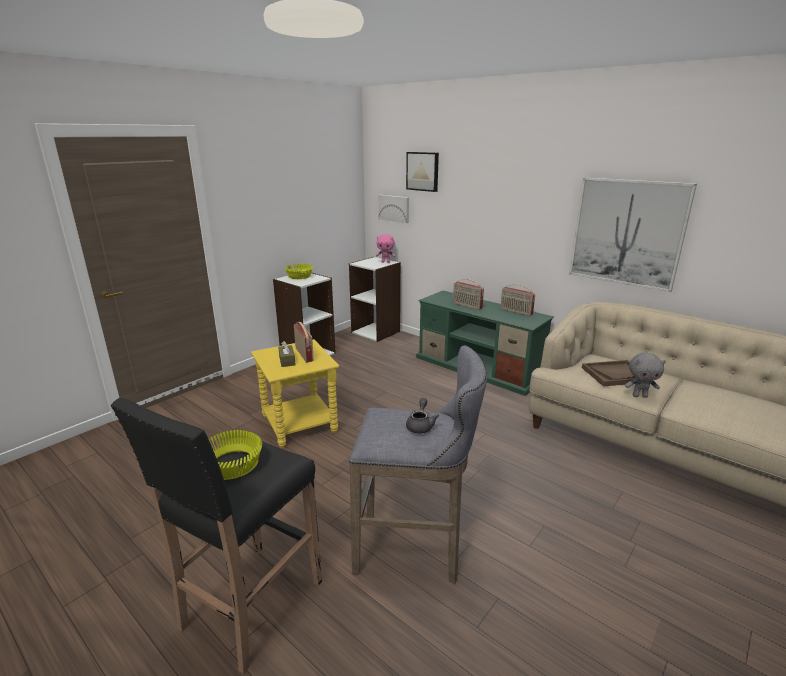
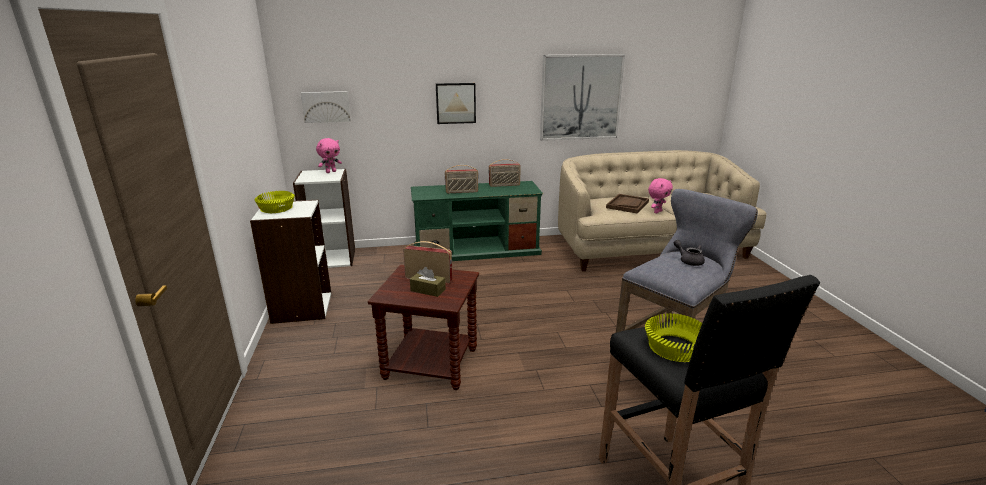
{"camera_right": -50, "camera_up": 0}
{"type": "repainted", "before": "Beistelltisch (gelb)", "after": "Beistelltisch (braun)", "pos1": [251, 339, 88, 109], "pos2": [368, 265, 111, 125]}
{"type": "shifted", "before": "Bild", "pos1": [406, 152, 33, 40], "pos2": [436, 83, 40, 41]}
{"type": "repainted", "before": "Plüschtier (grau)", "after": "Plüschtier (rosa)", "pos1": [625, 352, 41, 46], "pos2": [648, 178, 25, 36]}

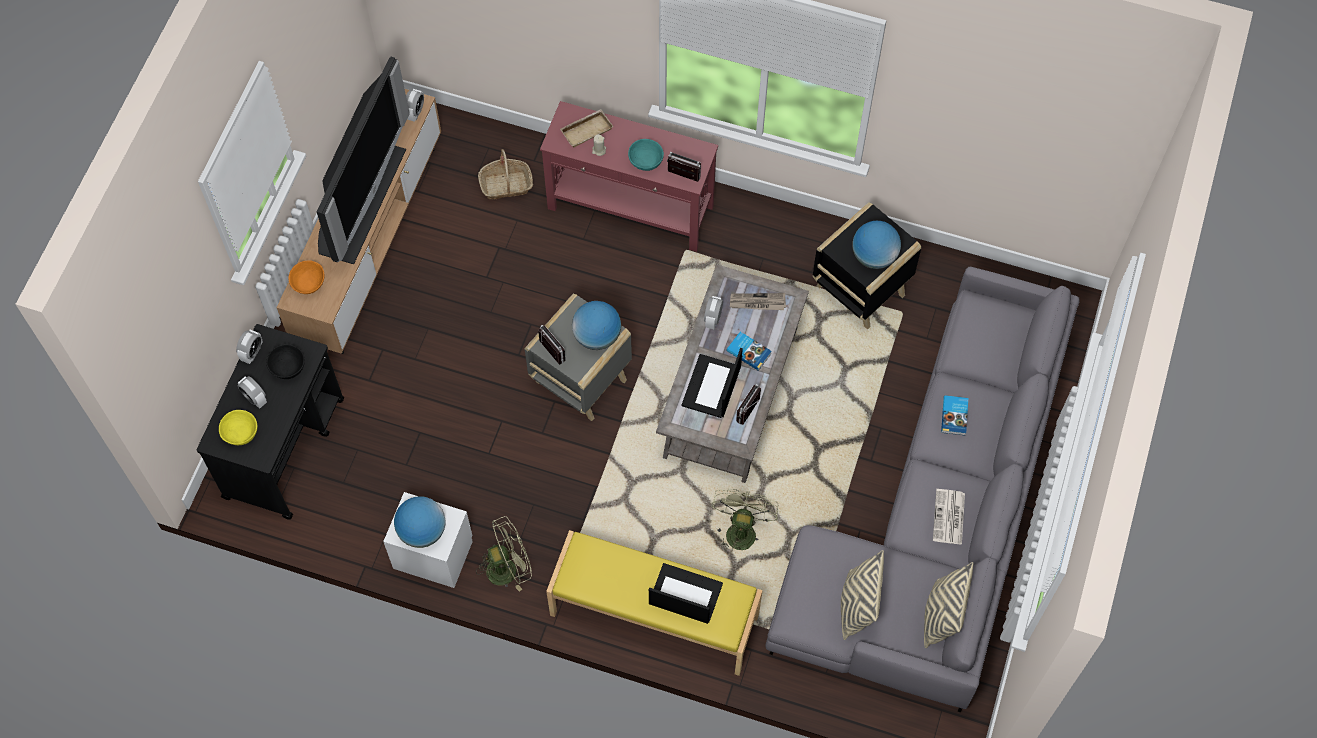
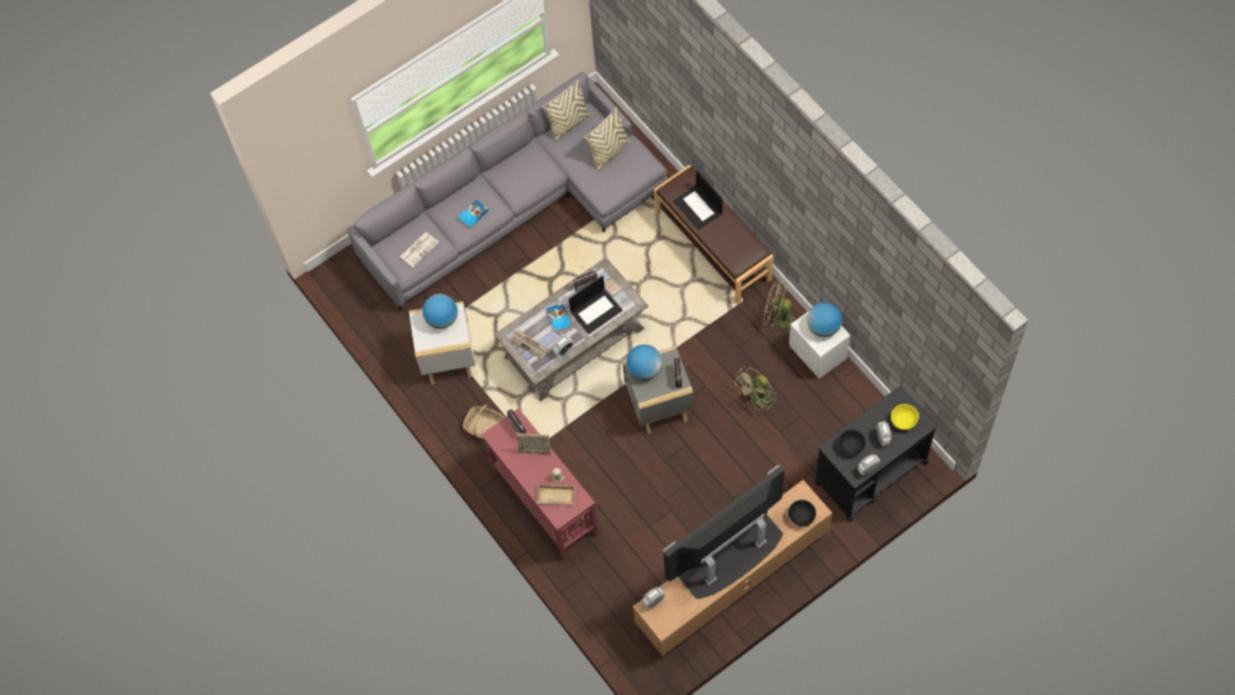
{"camera_right": -140, "camera_up": 0}
{"type": "repainted", "before": "Schüssel (orange)", "after": "Schüssel (schwarz)", "pos1": [289, 260, 35, 34], "pos2": [788, 500, 28, 27]}
{"type": "shifted", "before": "Korb", "pos1": [478, 149, 55, 51], "pos2": [463, 405, 42, 33]}
{"type": "repainted", "before": "Bank (gelb)", "after": "Bank (braun)", "pos1": [546, 530, 217, 146], "pos2": [654, 165, 120, 139]}
{"type": "swapped", "before": "Schüssel (türkis)", "after": "Bilderrahmen", "pos1": [628, 139, 36, 32], "pos2": [516, 433, 35, 21]}
{"type": "shifted", "before": "Ventilator (grün)", "pos1": [711, 489, 67, 63], "pos2": [734, 366, 44, 44]}
{"type": "repainted", "before": "Beistelltisch (schwarz)", "after": "Beistelltisch (weiß)", "pos1": [813, 202, 108, 127], "pos2": [409, 301, 66, 83]}
{"type": "shifted", "before": "Zeitung", "pos1": [933, 489, 32, 56], "pos2": [400, 232, 39, 35]}

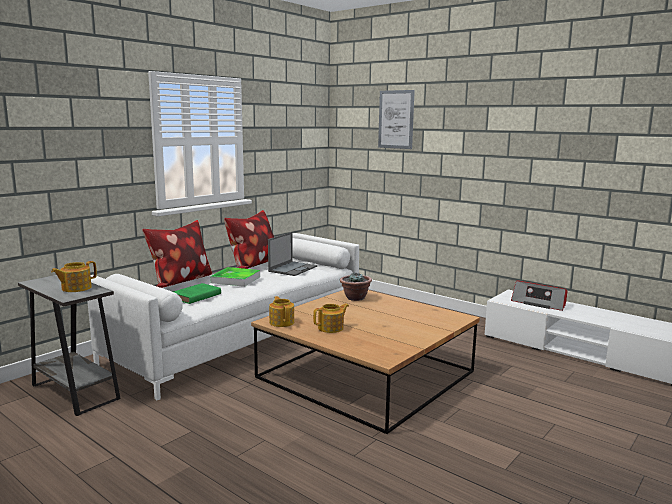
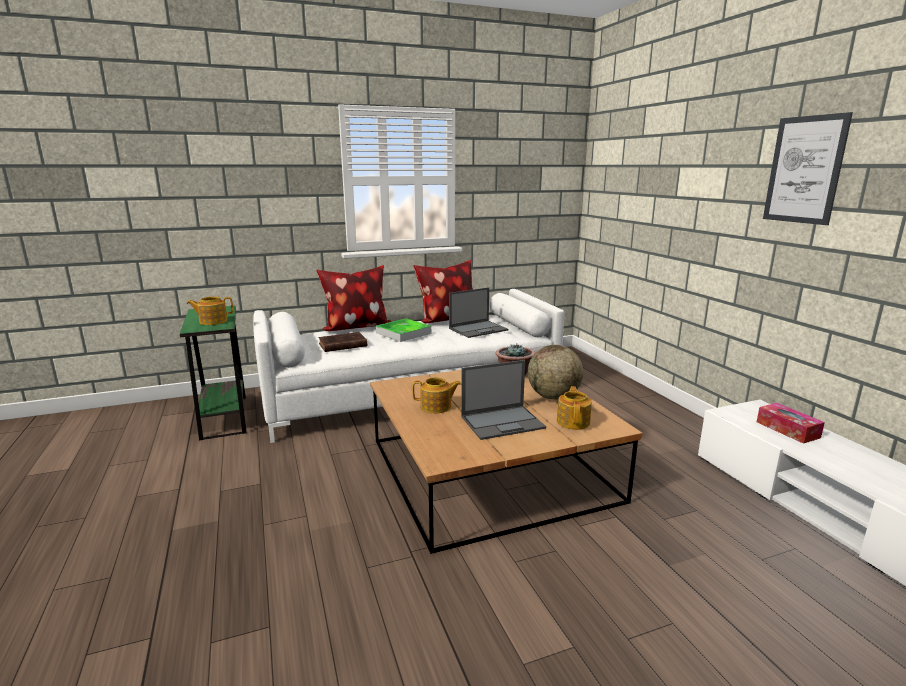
{"camera_right": 30, "camera_up": 5}
{"type": "repainted", "before": "Beistelltisch (grau)", "after": "Beistelltisch (grün)", "pos1": [18, 275, 103, 141], "pos2": [180, 306, 67, 134]}
{"type": "repainted", "before": "Buch (grün)", "after": "Buch (braun)", "pos1": [173, 283, 48, 21], "pos2": [319, 332, 48, 20]}
{"type": "shifted", "before": "Teekanne", "pos1": [269, 296, 25, 31], "pos2": [557, 386, 35, 44]}
{"type": "shifted", "before": "Bild", "pos1": [378, 90, 37, 59], "pos2": [763, 112, 90, 113]}
{"type": "swapped", "before": "Radio", "after": "Taschentuchbox", "pos1": [511, 280, 57, 31], "pos2": [757, 403, 68, 41]}
{"type": "new", "after": "Laptop", "pos2": [461, 360, 85, 80]}
{"type": "new", "after": "Globus", "pos2": [528, 345, 55, 55]}

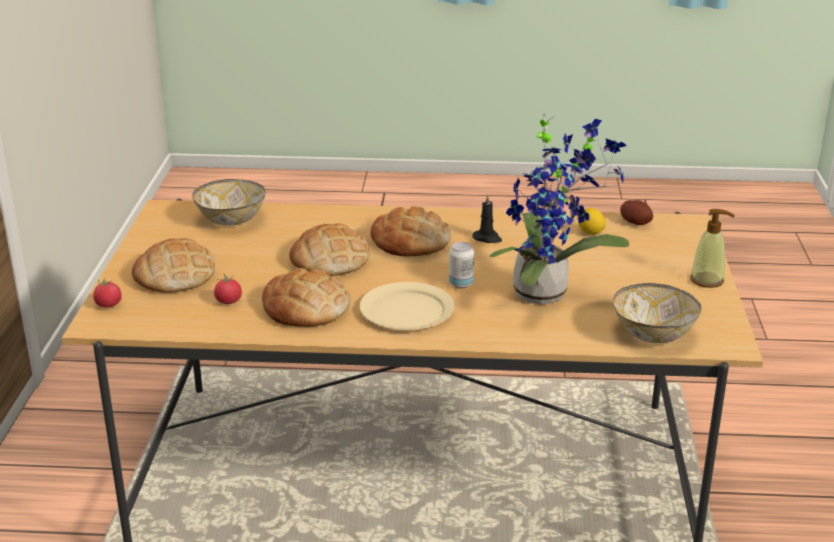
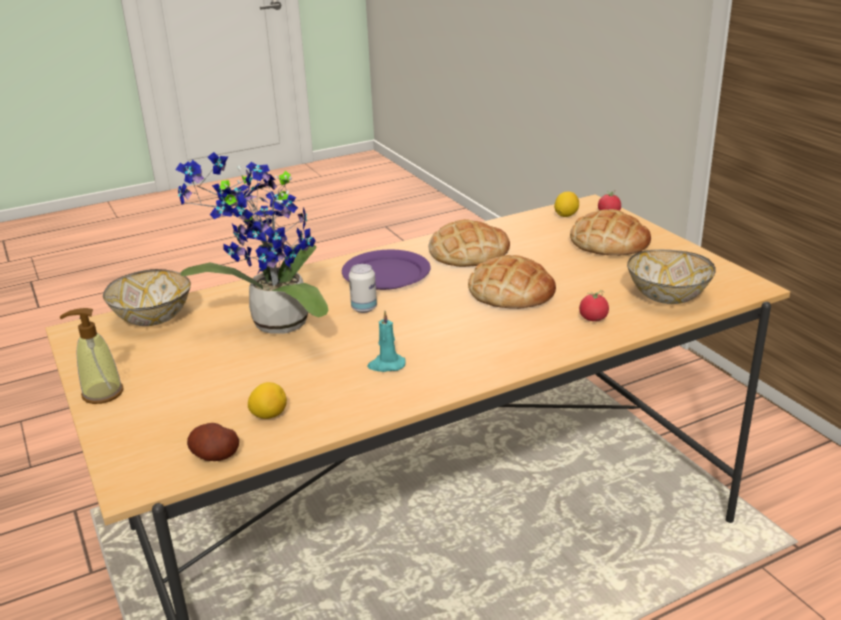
{"camera_right": 150, "camera_up": 0}
{"type": "shifted", "before": "Tomate", "pos1": [214, 274, 28, 30], "pos2": [579, 290, 30, 31]}
{"type": "repainted", "before": "Teller (beige)", "after": "Teller (lila)", "pos1": [360, 282, 94, 48], "pos2": [342, 250, 89, 40]}
{"type": "gone", "before": "Brot", "pos1": [370, 206, 81, 50]}
{"type": "repainted", "before": "Kerze (schwarz)", "after": "Kerze (türkis)", "pos1": [472, 194, 30, 49], "pos2": [367, 311, 39, 61]}
{"type": "new", "after": "Zitrone", "pos2": [554, 191, 25, 26]}

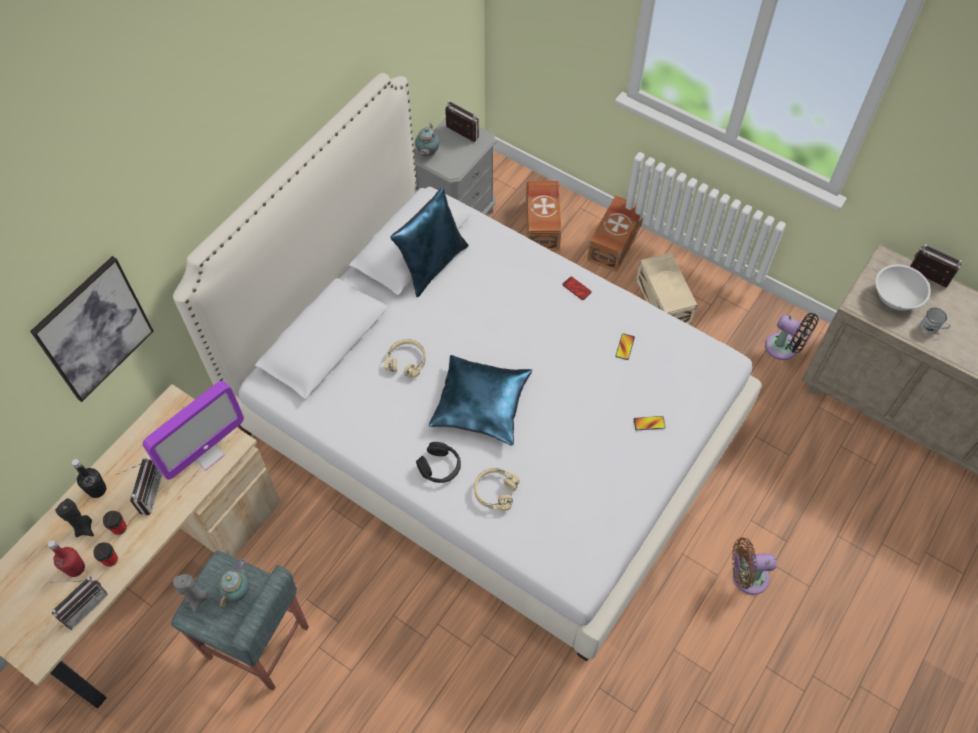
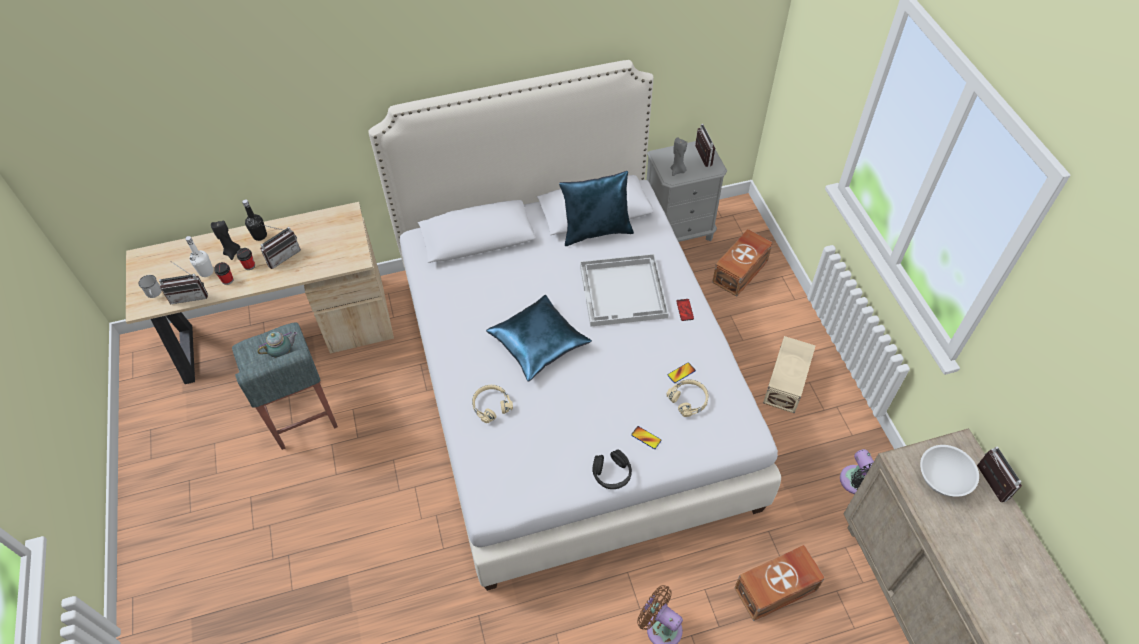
{"camera_right": 40, "camera_up": -5}
{"type": "gone", "before": "Bild", "pos1": [30, 256, 124, 146]}
{"type": "repainted", "before": "Flasche (rot)", "after": "Flasche (weiß)", "pos1": [47, 540, 38, 37], "pos2": [185, 236, 29, 41]}
{"type": "gone", "before": "Monitor", "pos1": [143, 381, 101, 99]}
{"type": "shifted", "before": "Kerze (grau)", "pos1": [173, 574, 35, 39], "pos2": [671, 137, 16, 39]}
{"type": "shifted", "before": "Kopfhörer (beige)", "pos1": [384, 339, 42, 39], "pos2": [666, 379, 43, 38]}
{"type": "gone", "before": "Teekanne", "pos1": [415, 123, 25, 33]}
{"type": "shifted", "before": "Kopfhörer (schwarz)", "pos1": [416, 442, 45, 41], "pos2": [592, 449, 40, 40]}
{"type": "shifted", "before": "Aufbewahrungsbox (braun)", "pos1": [587, 195, 56, 77], "pos2": [735, 545, 90, 76]}
{"type": "shifted", "before": "Henkelbecher (weiß)", "pos1": [921, 308, 30, 26], "pos2": [138, 275, 24, 23]}
{"type": "new", "after": "Tablett (weiß)", "pos2": [580, 254, 89, 73]}

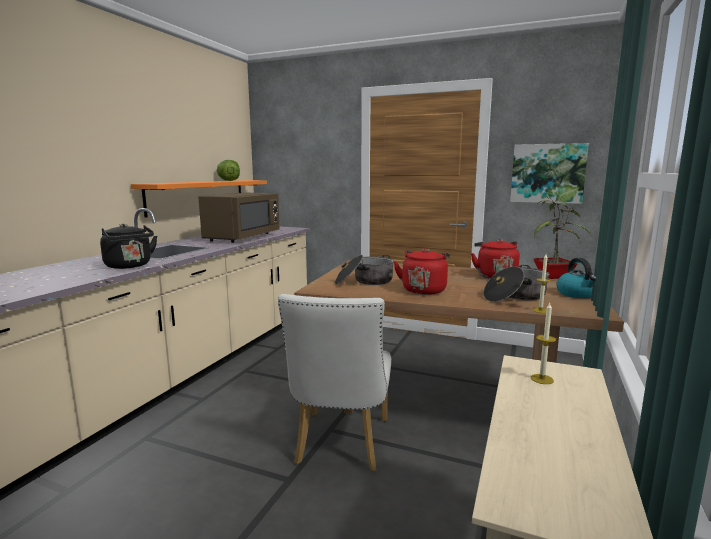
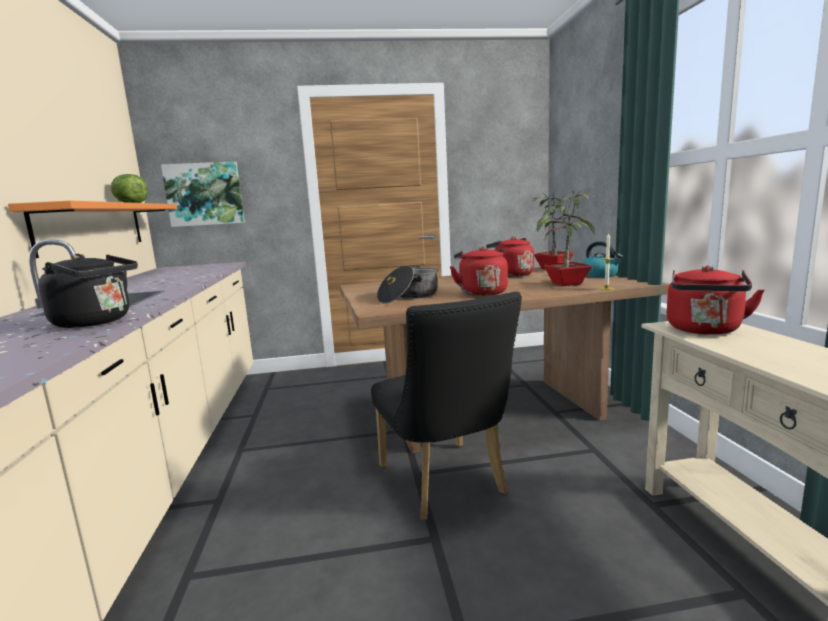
{"camera_right": -30, "camera_up": 0}
{"type": "gone", "before": "Mikrowelle (braun)", "pos1": [199, 193, 80, 50]}
{"type": "repainted", "before": "Stuhl (weiß)", "after": "Stuhl (schwarz)", "pos1": [278, 294, 113, 177], "pos2": [371, 292, 151, 228]}
{"type": "swapped", "before": "Kochtopf", "after": "Topfpflanze", "pos1": [483, 265, 67, 37], "pos2": [535, 189, 62, 97]}
{"type": "shifted", "before": "Bild", "pos1": [510, 143, 79, 61], "pos2": [161, 161, 84, 66]}
{"type": "swapped", "before": "Kerze", "after": "Wasserkessel (rot)", "pos1": [531, 303, 25, 81], "pos2": [667, 265, 98, 70]}

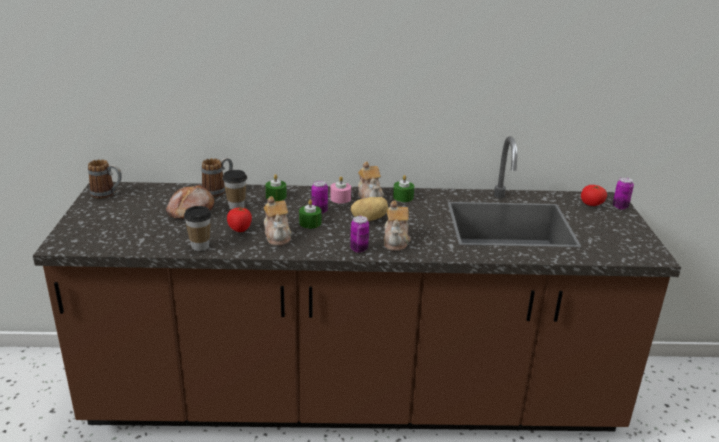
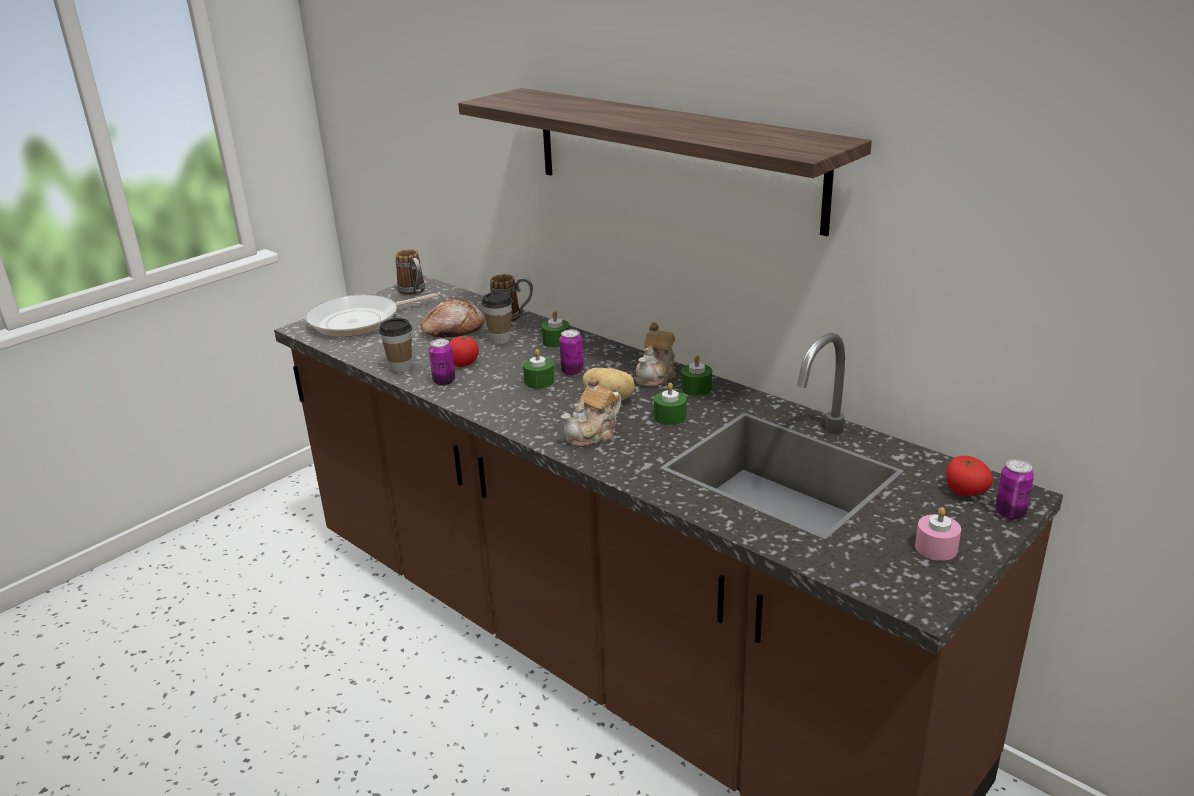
{"camera_right": 45, "camera_up": 0}
{"type": "gone", "before": "Teekanne", "pos1": [264, 196, 27, 50]}
{"type": "shifted", "before": "Kerze (rosa)", "pos1": [330, 176, 21, 28], "pos2": [915, 507, 46, 54]}
{"type": "shifted", "before": "Dose", "pos1": [350, 216, 19, 37], "pos2": [429, 339, 26, 47]}
{"type": "new", "after": "Pfanne", "pos2": [306, 292, 135, 45]}
{"type": "new", "after": "Wandregal", "pos2": [458, 88, 414, 148]}
{"type": "new", "after": "Kerze (grün)", "pos2": [654, 382, 33, 43]}

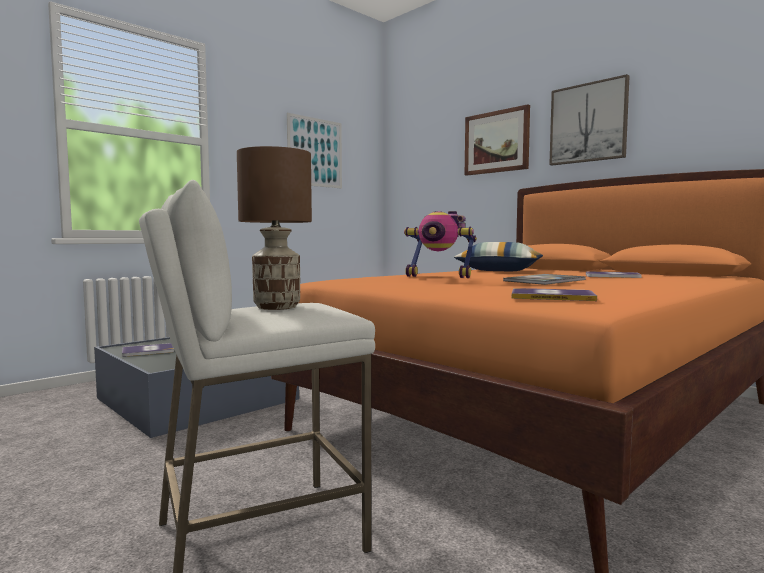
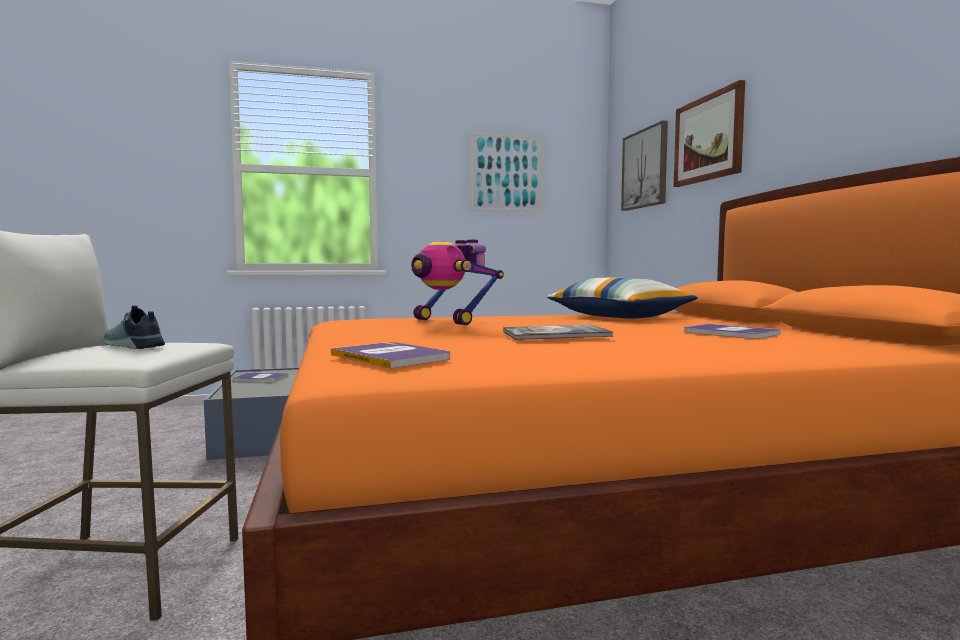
{"camera_right": 30, "camera_up": 0}
{"type": "swapped", "before": "Tischlampe (braun)", "after": "Schuh", "pos1": [237, 146, 75, 164], "pos2": [103, 305, 62, 44]}
{"type": "shifted", "before": "Bild", "pos1": [549, 74, 80, 92], "pos2": [621, 120, 47, 91]}

